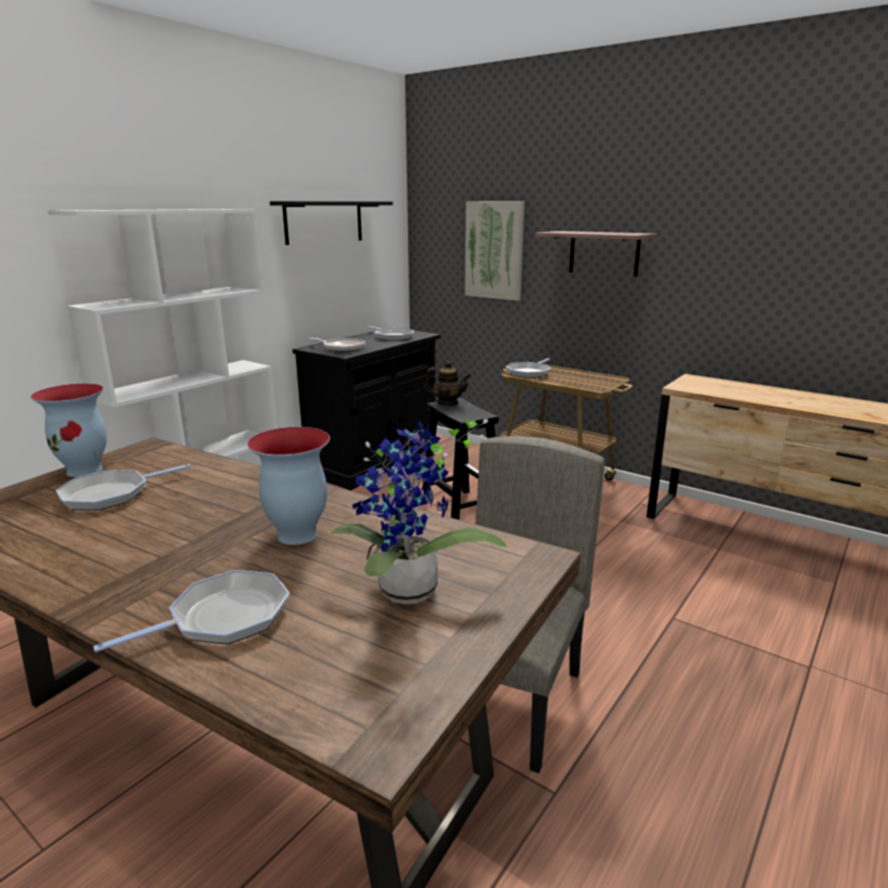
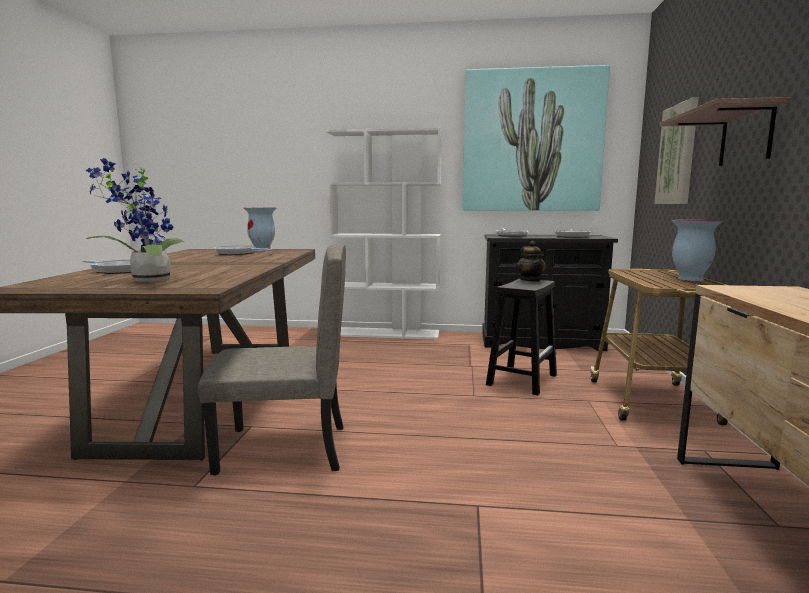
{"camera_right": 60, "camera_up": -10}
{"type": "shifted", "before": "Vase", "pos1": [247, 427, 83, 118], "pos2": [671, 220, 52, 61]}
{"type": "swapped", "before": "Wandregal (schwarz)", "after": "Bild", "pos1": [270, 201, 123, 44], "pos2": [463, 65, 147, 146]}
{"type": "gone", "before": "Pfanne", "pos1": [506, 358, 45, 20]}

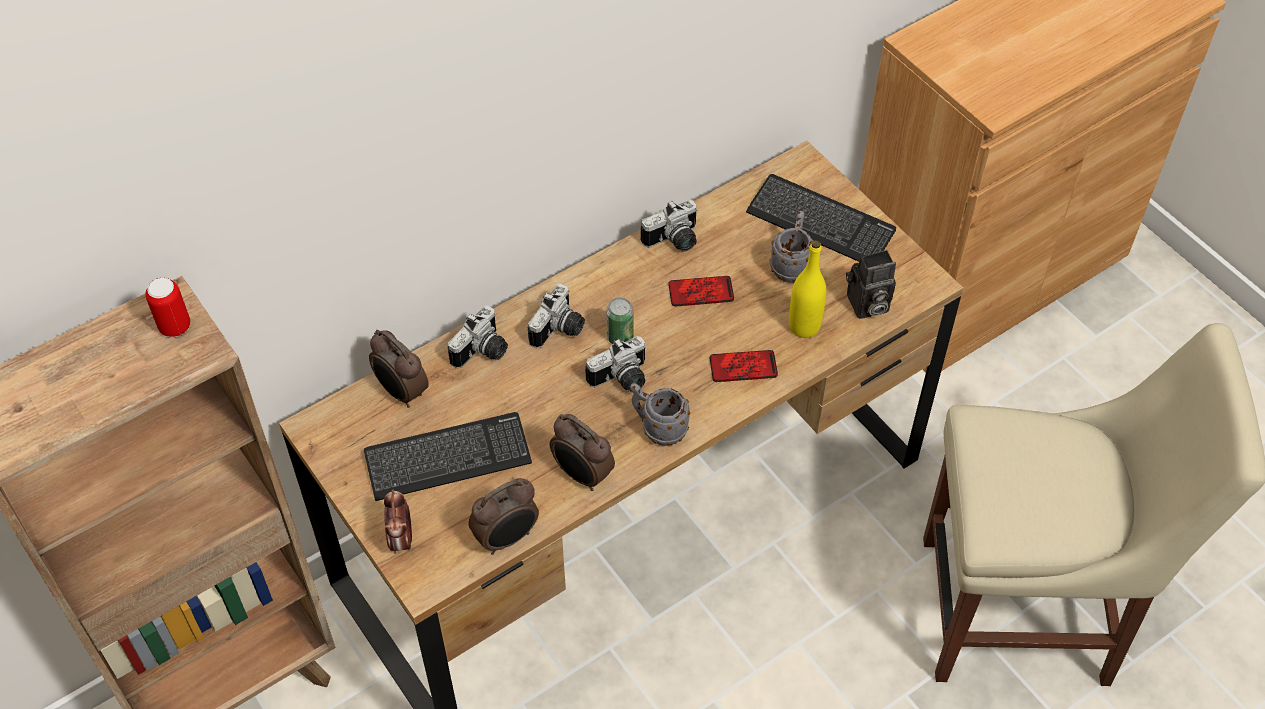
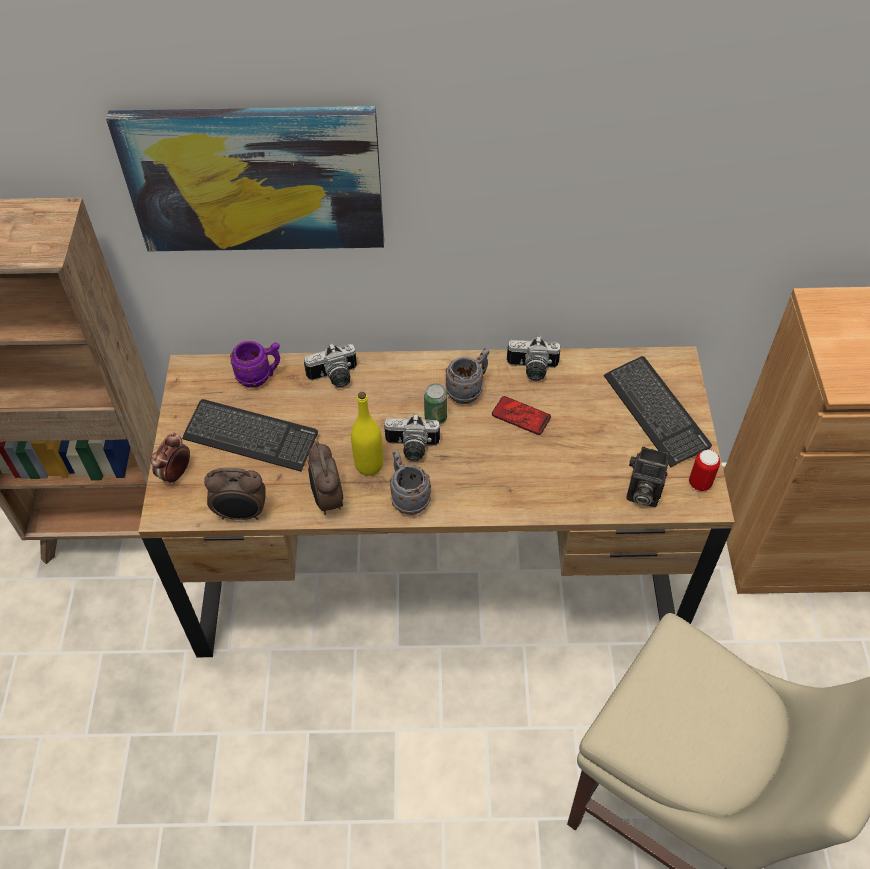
{"camera_right": 35, "camera_up": 0}
{"type": "shifted", "before": "Dose", "pos1": [145, 278, 45, 60], "pos2": [689, 450, 31, 41]}
{"type": "swapped", "before": "Wecker", "after": "Henkelbecher (lila)", "pos1": [369, 330, 60, 78], "pos2": [230, 341, 50, 47]}
{"type": "gone", "before": "Kamera", "pos1": [528, 284, 57, 64]}
{"type": "gone", "before": "Handy", "pos1": [710, 350, 68, 32]}
{"type": "shifted", "before": "Henkelbecher (grau)", "pos1": [770, 211, 44, 72], "pos2": [445, 348, 44, 56]}
{"type": "shifted", "before": "Flasche (gelb)", "pos1": [789, 240, 37, 98], "pos2": [351, 392, 32, 84]}
{"type": "new", "after": "Bild", "pos2": [106, 106, 278, 145]}

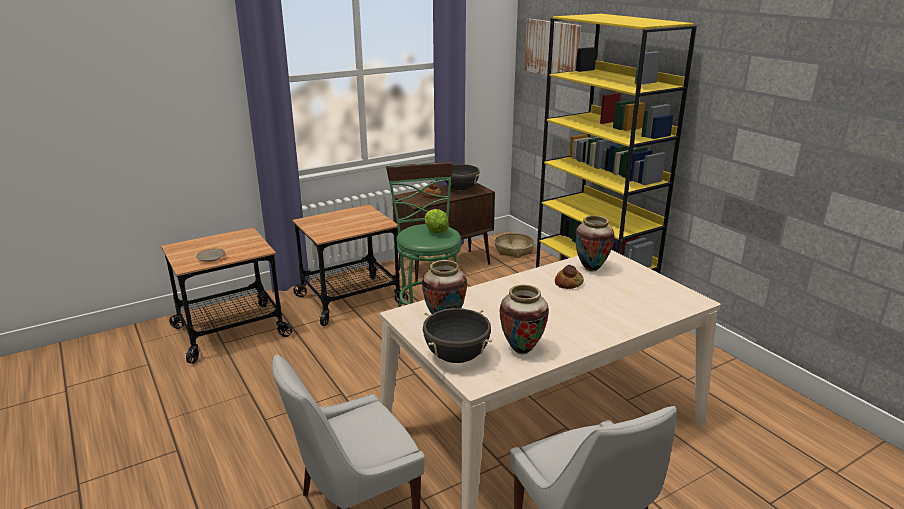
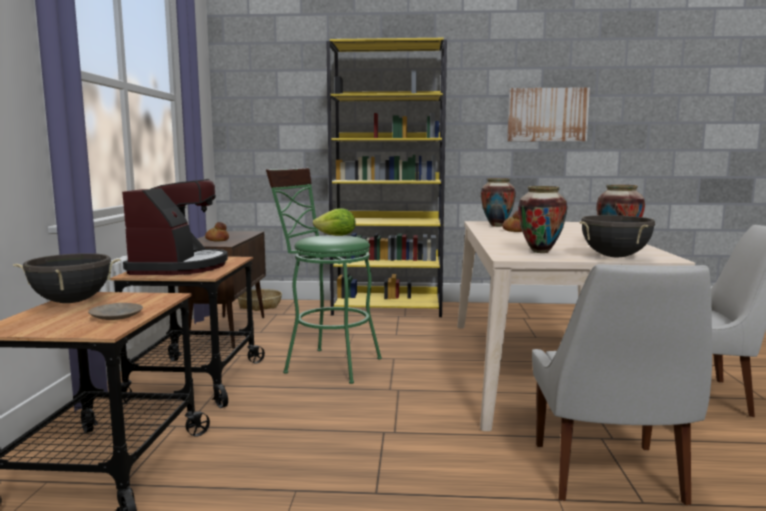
{"camera_right": -55, "camera_up": -15}
{"type": "shifted", "before": "Kochtopf (schwarz)", "pos1": [445, 164, 35, 27], "pos2": [13, 253, 108, 50]}
{"type": "shifted", "before": "Bild", "pos1": [525, 19, 56, 63], "pos2": [507, 87, 83, 54]}
{"type": "new", "after": "Kaffeemaschine", "pos2": [122, 179, 106, 96]}

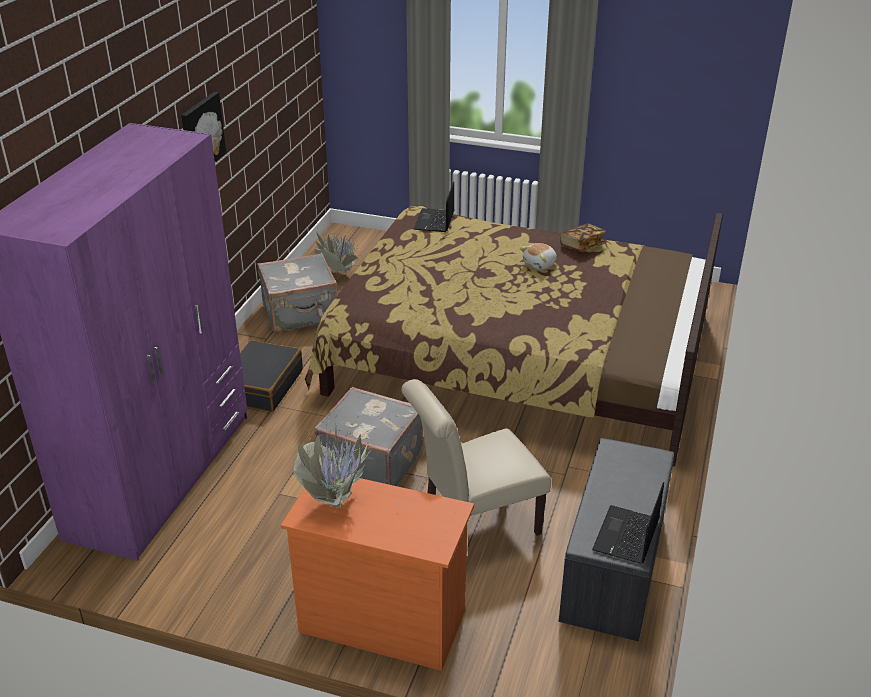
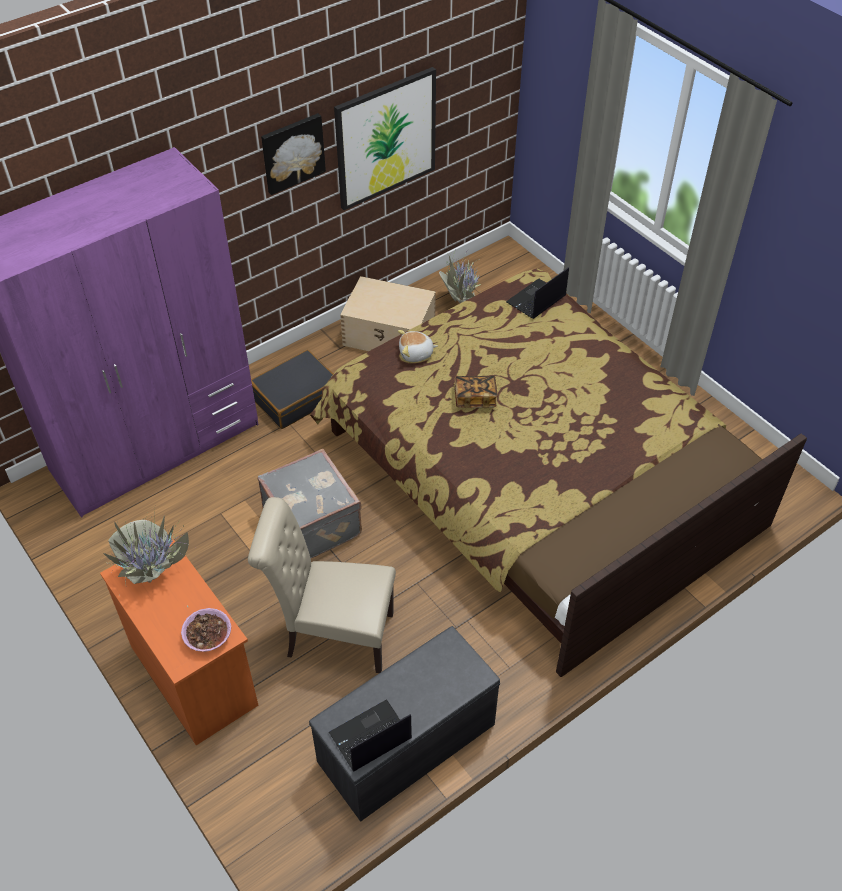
{"camera_right": 35, "camera_up": 15}
{"type": "swapped", "before": "Koffer (grau)", "after": "Aufbewahrungsbox (beige)", "pos1": [257, 253, 81, 80], "pos2": [340, 276, 96, 75]}
{"type": "shifted", "before": "Plüschtier", "pos1": [520, 243, 37, 27], "pos2": [398, 330, 40, 32]}
{"type": "shifted", "before": "Buch", "pos1": [560, 223, 46, 29], "pos2": [455, 376, 43, 32]}
{"type": "new", "after": "Schüssel", "pos2": [181, 608, 50, 44]}
{"type": "new", "after": "Bild", "pos2": [334, 67, 102, 143]}

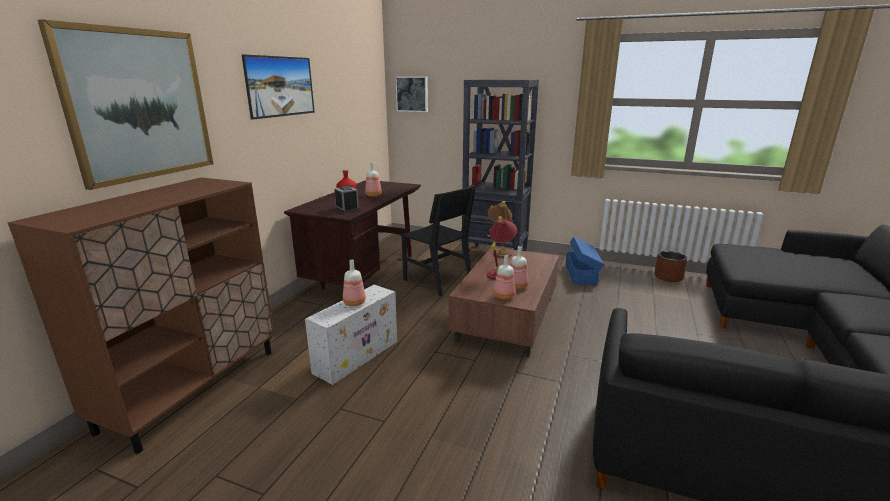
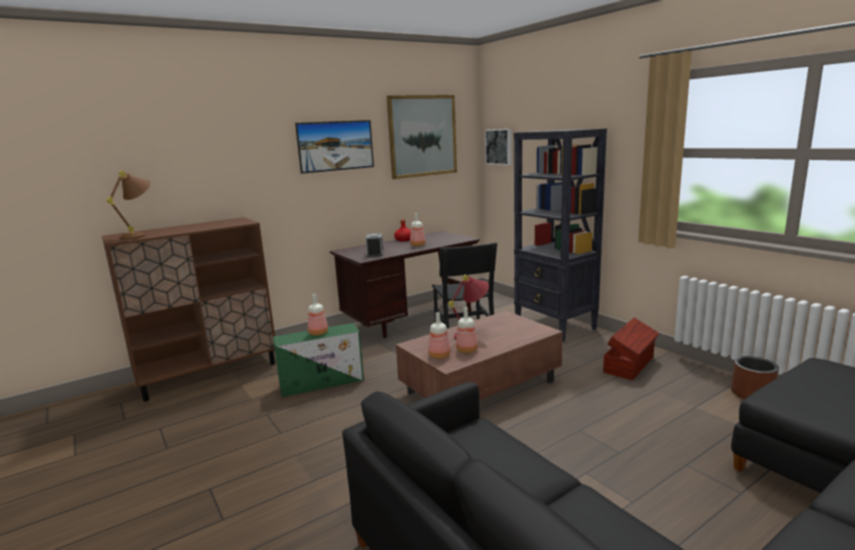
{"camera_right": 35, "camera_up": -5}
{"type": "shifted", "before": "Bild", "pos1": [38, 19, 175, 171], "pos2": [387, 95, 70, 84]}
{"type": "repainted", "before": "Aufbewahrungsbox (weiß)", "after": "Aufbewahrungsbox (grün)", "pos1": [305, 285, 92, 100], "pos2": [273, 323, 91, 74]}
{"type": "shifted", "before": "Tischlampe (braun)", "pos1": [488, 201, 24, 57], "pos2": [106, 171, 44, 69]}
{"type": "repainted", "before": "Aufbewahrungsbox (blau)", "after": "Aufbewahrungsbox (braun)", "pos1": [566, 237, 38, 48], "pos2": [603, 318, 56, 62]}

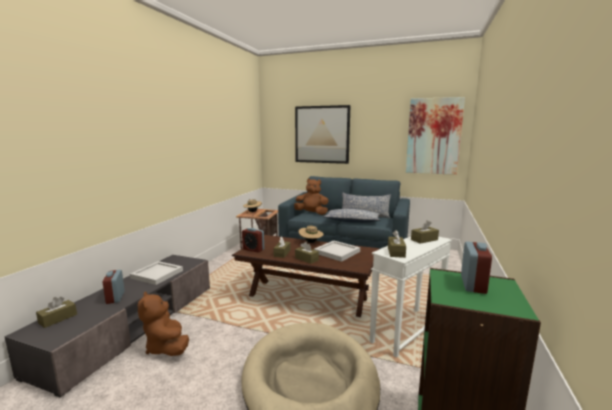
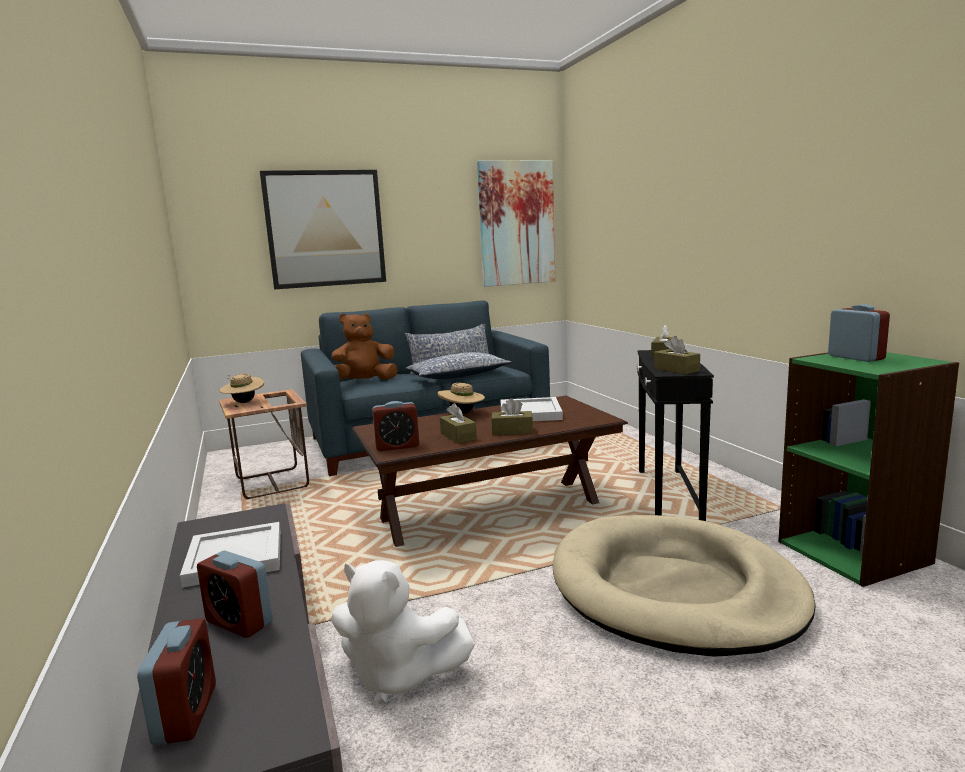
{"camera_right": -40, "camera_up": 0}
{"type": "swapped", "before": "Taschentuchbox (braun)", "after": "Wecker", "pos1": [36, 297, 41, 31], "pos2": [137, 618, 79, 127]}
{"type": "repainted", "before": "Plüschtier (braun)", "after": "Plüschtier (weiß)", "pos1": [138, 291, 51, 65], "pos2": [332, 560, 144, 144]}
{"type": "repainted", "before": "Beistelltisch (weiß)", "after": "Beistelltisch (schwarz)", "pos1": [370, 236, 82, 122], "pos2": [637, 350, 77, 171]}

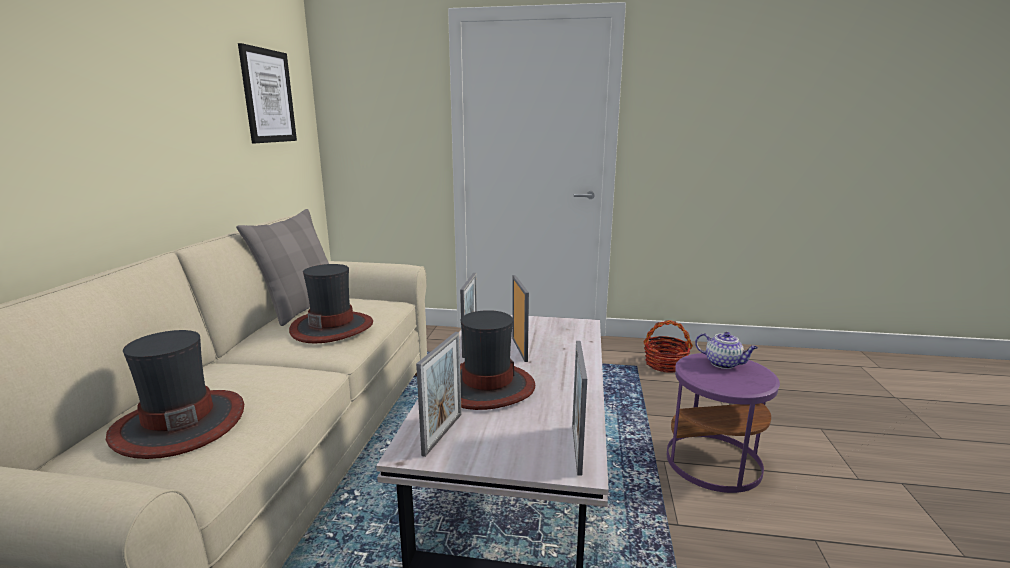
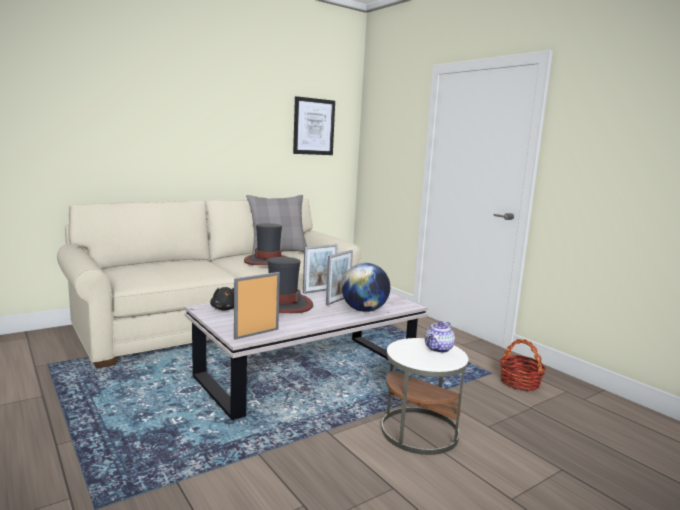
{"camera_right": 45, "camera_up": -5}
{"type": "gone", "before": "Hut", "pos1": [106, 330, 138, 129]}
{"type": "swapped", "before": "Bilderrahmen", "after": "Plüschtier (schwarz)", "pos1": [416, 332, 46, 125], "pos2": [210, 287, 24, 24]}
{"type": "repainted", "before": "Beistelltisch (lila)", "after": "Beistelltisch (weiß)", "pos1": [667, 353, 113, 140], "pos2": [381, 338, 87, 117]}
{"type": "rotated", "before": "Teekanne", "pos1": [695, 332, 63, 37], "pos2": [425, 321, 30, 32], "turn": 45}
{"type": "new", "after": "Globus", "pos2": [341, 263, 49, 49]}

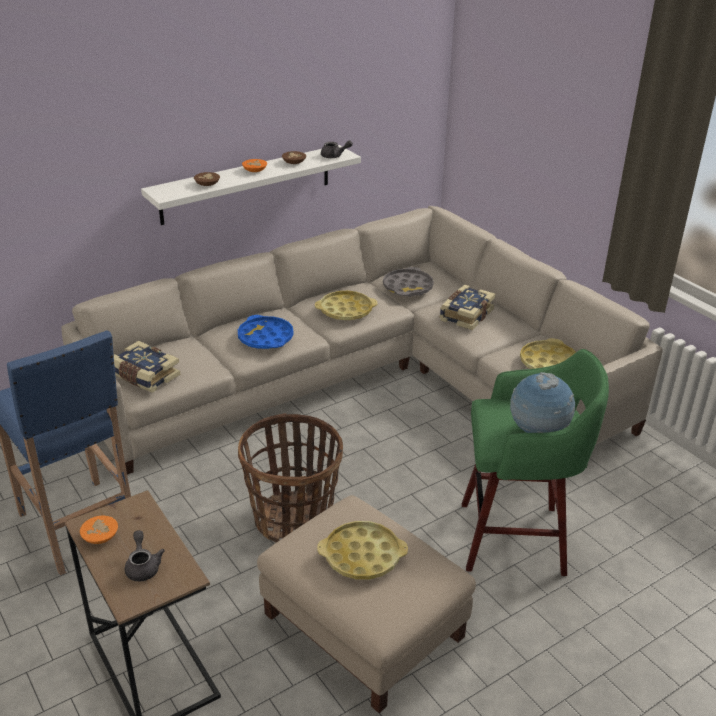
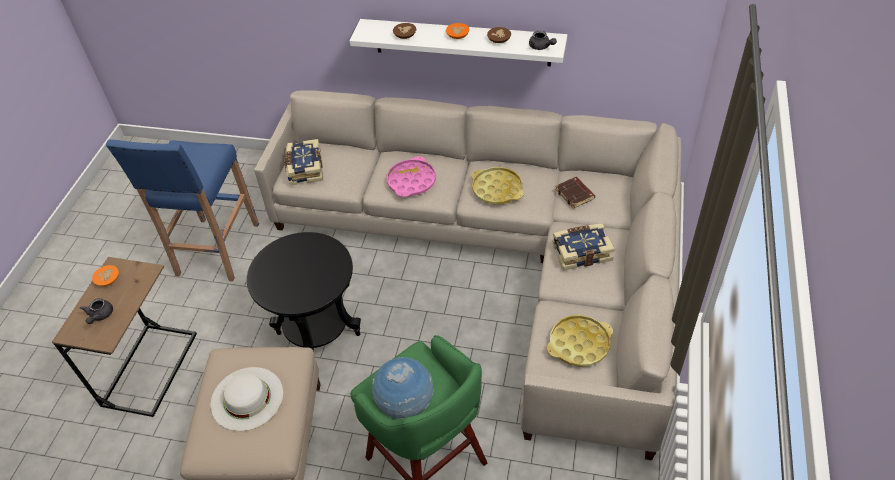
{"camera_right": 50, "camera_up": 15}
{"type": "rotated", "before": "Teekanne (grau)", "pos1": [125, 530, 40, 51], "pos2": [80, 298, 33, 26], "turn": 150}
{"type": "repainted", "before": "Tablett (blau)", "after": "Tablett (rosa)", "pos1": [238, 315, 56, 34], "pos2": [387, 156, 49, 41]}
{"type": "swapped", "before": "Korb", "after": "Beistelltisch (schwarz)", "pos1": [238, 413, 105, 129], "pos2": [247, 232, 114, 119]}
{"type": "swapped", "before": "Tablett (gelb)", "after": "Hut (weiß)", "pos1": [317, 521, 91, 59], "pos2": [211, 367, 72, 64]}
{"type": "swapped", "before": "Tablett (grau)", "after": "Buch (braun)", "pos1": [383, 267, 51, 30], "pos2": [555, 177, 40, 32]}

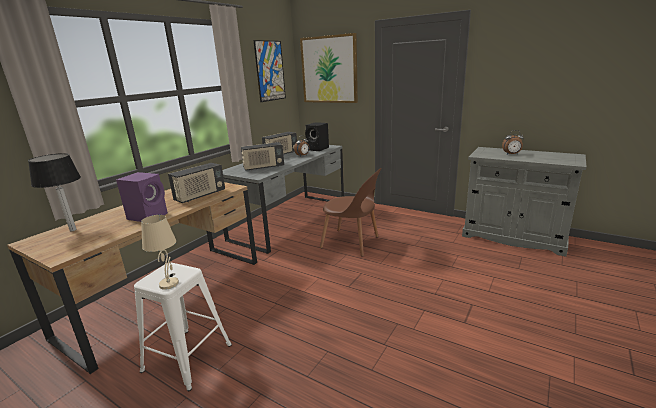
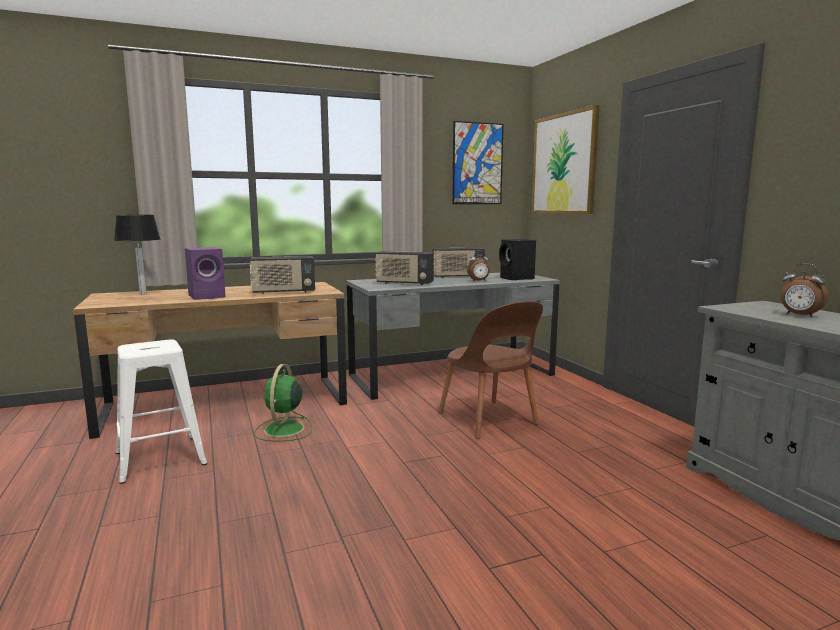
{"camera_right": 35, "camera_up": -10}
{"type": "gone", "before": "Tischlampe (beige)", "pos1": [141, 215, 38, 75]}
{"type": "new", "after": "Ventilator (grün)", "pos2": [254, 364, 58, 77]}

